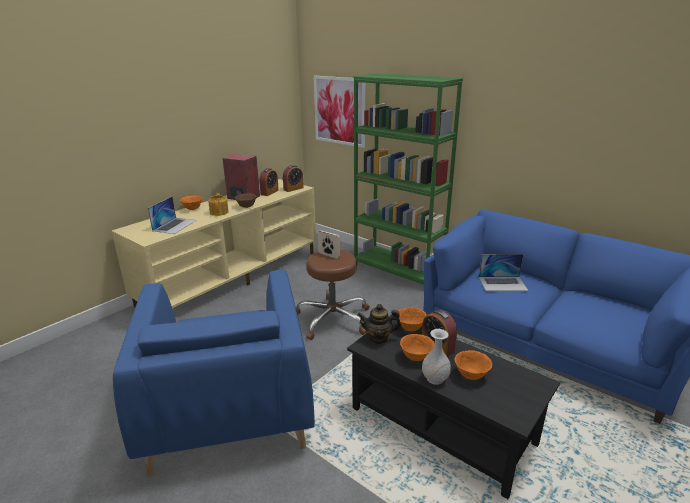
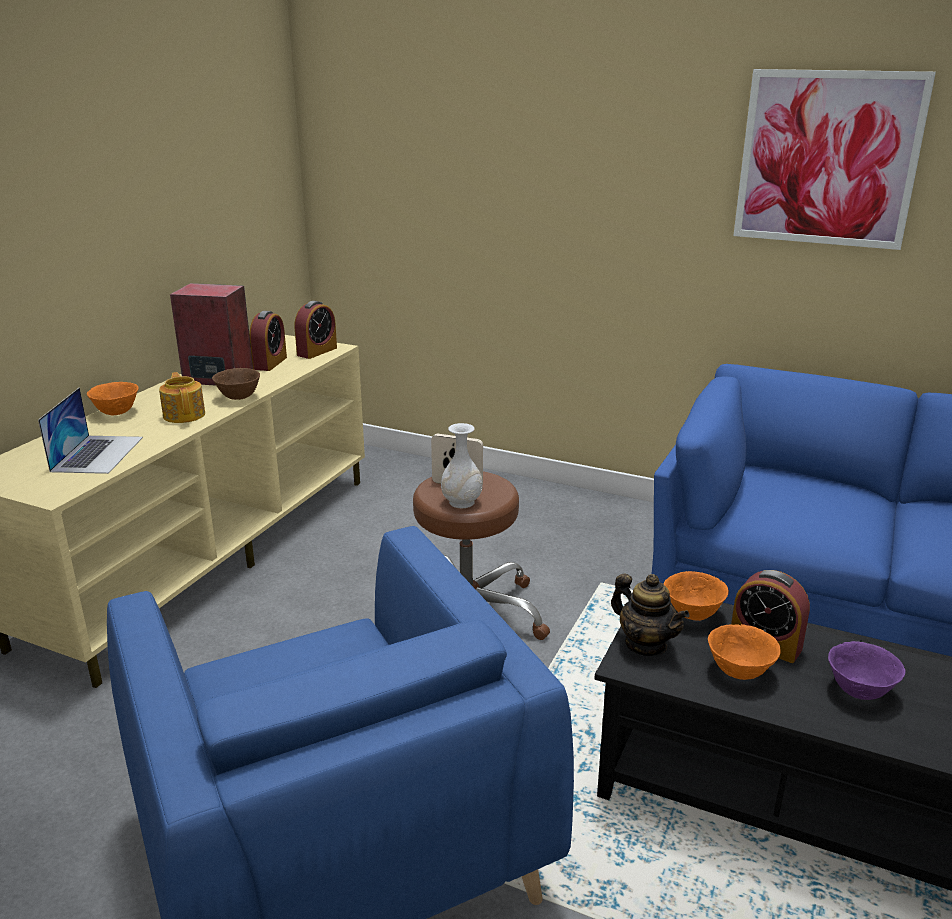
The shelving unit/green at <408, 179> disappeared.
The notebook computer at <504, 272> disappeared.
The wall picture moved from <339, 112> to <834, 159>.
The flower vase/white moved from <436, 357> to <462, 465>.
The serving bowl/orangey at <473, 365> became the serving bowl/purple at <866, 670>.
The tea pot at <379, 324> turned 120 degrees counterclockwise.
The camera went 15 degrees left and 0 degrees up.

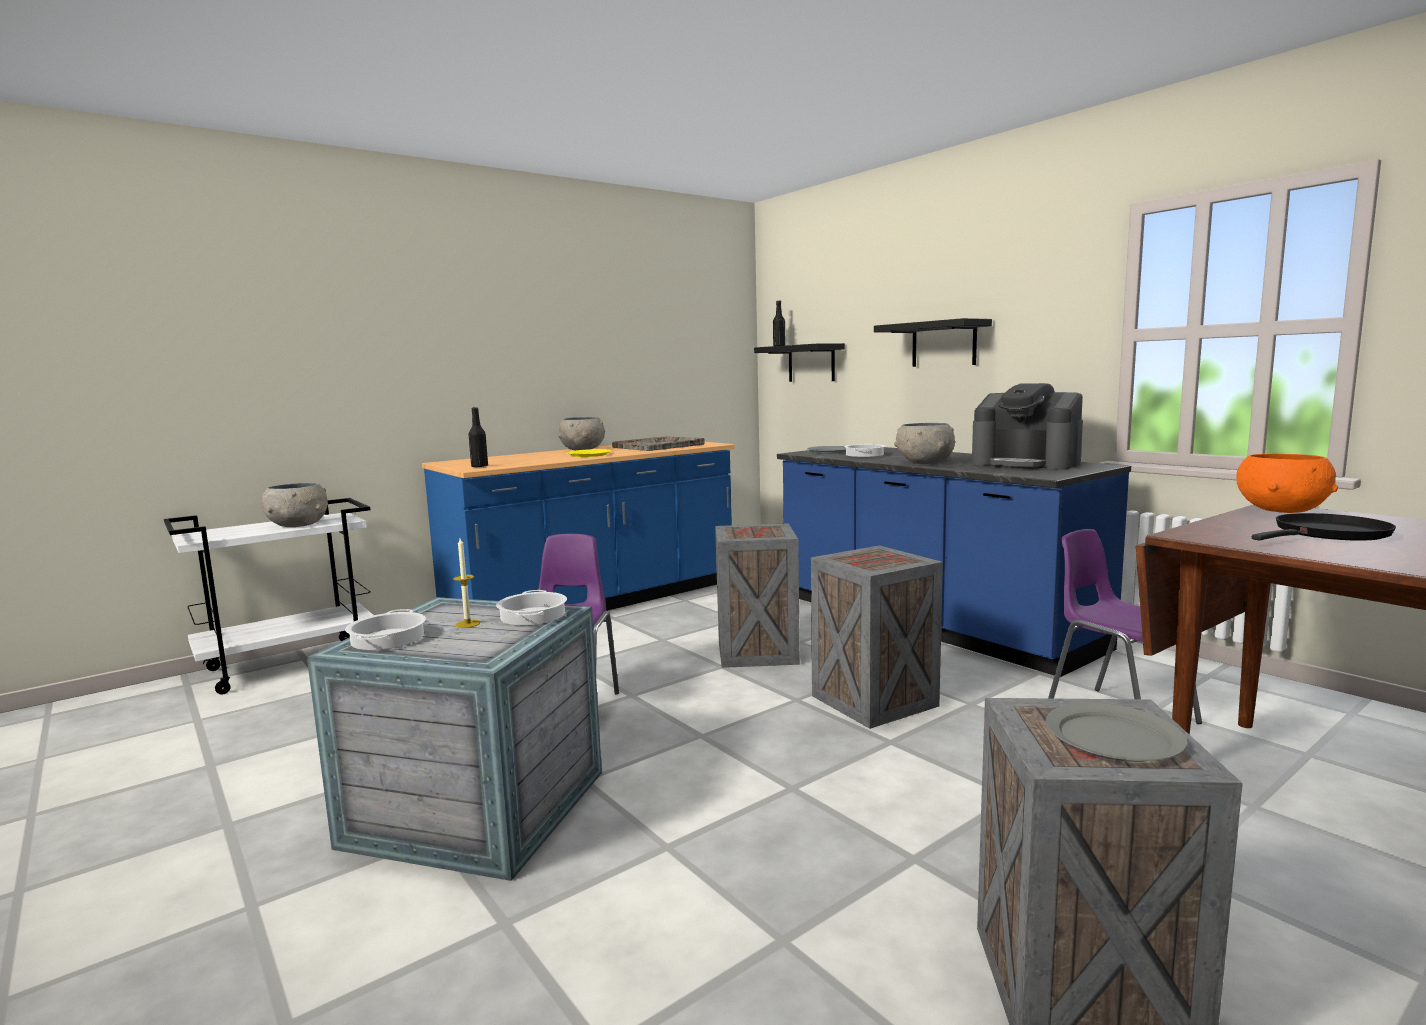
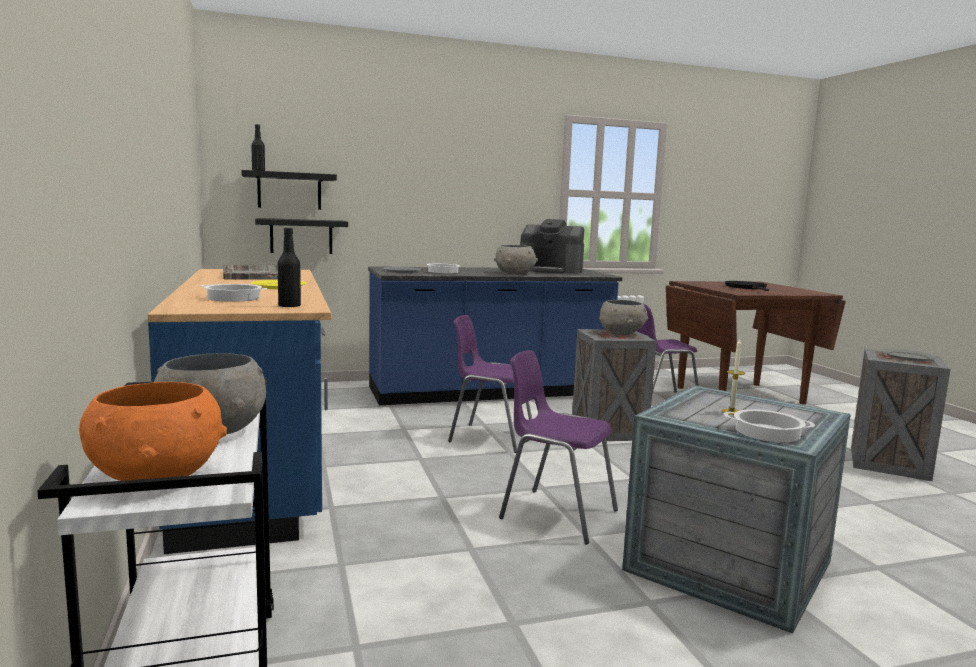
The stockpot moved from <531, 607> to <234, 293>.
The serving bowl/grey moved from <581, 433> to <623, 317>.
The wall shelf/black-coloured moved from <933, 342> to <301, 236>.
The serving bowl/orangey moved from <1287, 483> to <153, 431>.
The packing crate at <757, 595> was replaced by the chair/purple at <490, 384>.
The coffee machine at <1027, 426> turned 45 degrees clockwise.
The camera went 70 degrees left and 0 degrees up.

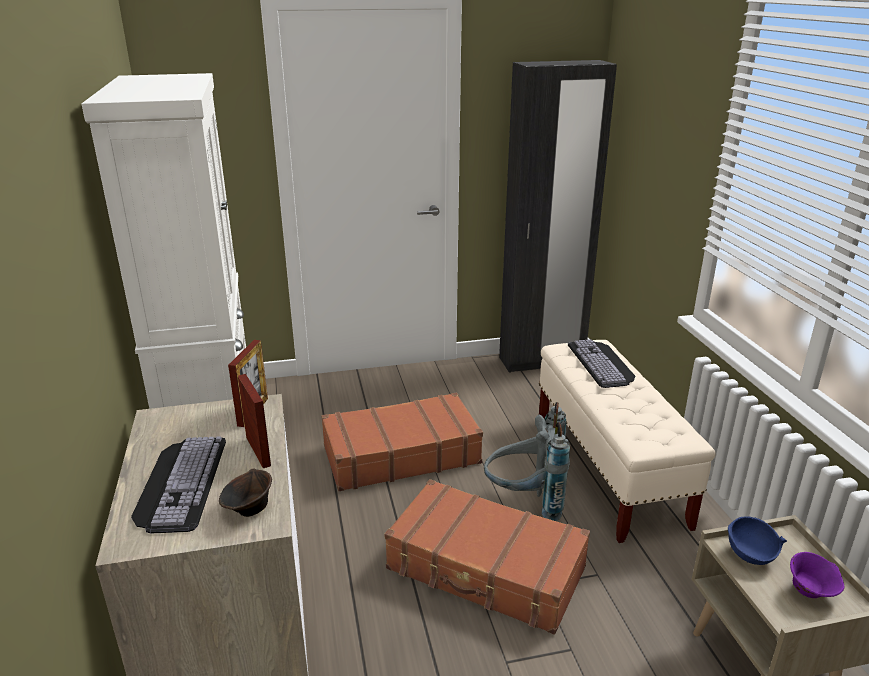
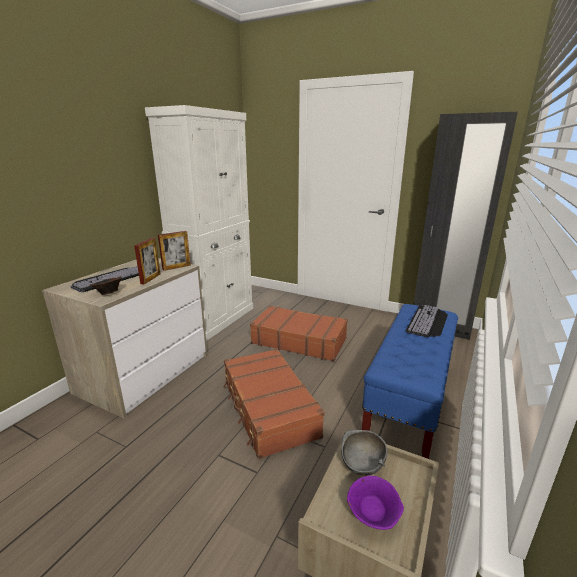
The backpack/grey at <527, 461> disappeared.
The long seat/beige-coloured at <627, 441> became the long seat/bluish at <410, 381>.
The serving bowl/bluish at <757, 540> became the serving bowl/grey at <364, 453>.
The camera went 40 degrees right and 5 degrees down.

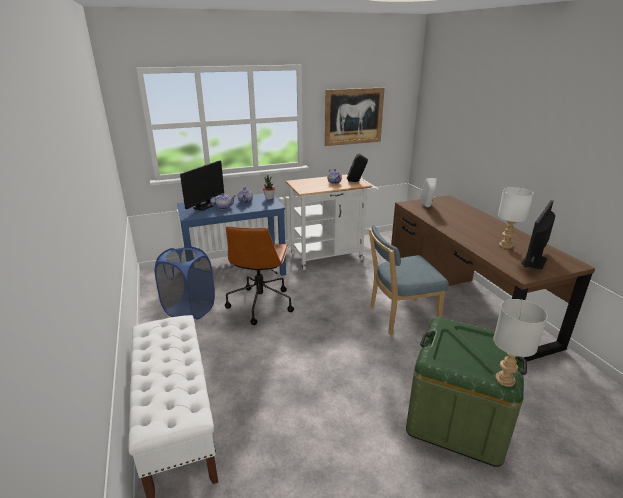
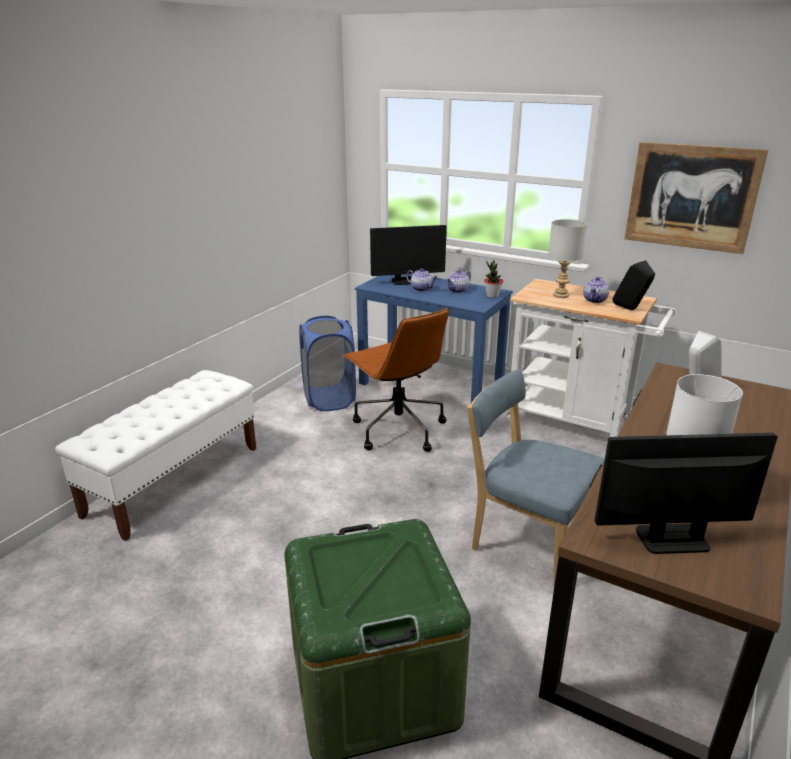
The lamp for a table/grey moved from <520, 343> to <567, 258>.
The desk chair/brown at <259, 275> turned 90 degrees counterclockwise.
The camera went 50 degrees right and 0 degrees up.

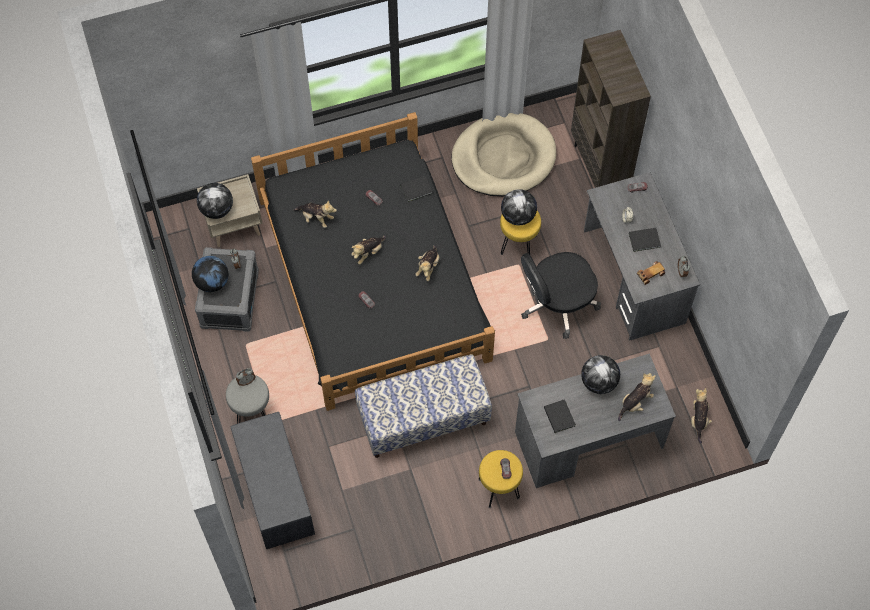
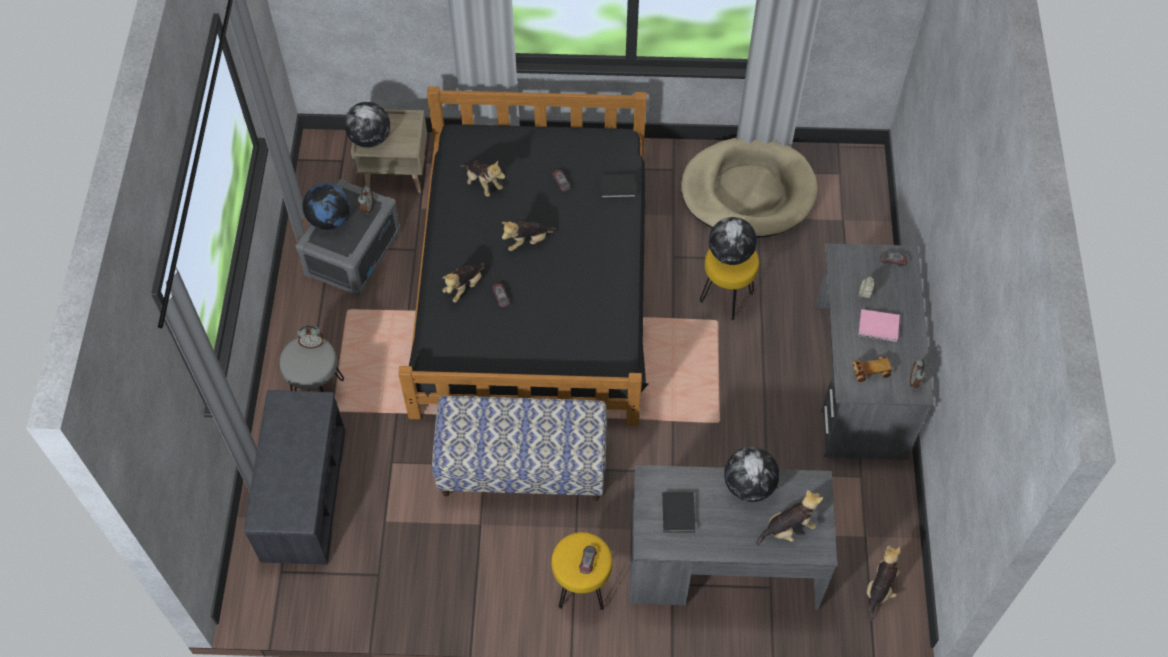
The desk chair/black-coloured at <561, 295> disappeared.
The shelving unit/brown at <611, 109> disappeared.
The plush toy moved from <427, 263> to <463, 282>.
The book/black-coloured at <645, 240> became the book/pink at <879, 325>.
The camera went 20 degrees right and 5 degrees down.

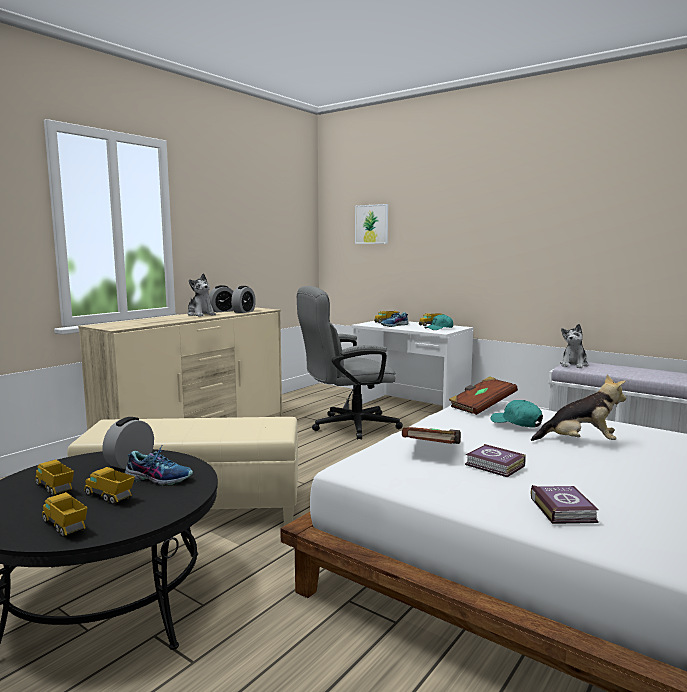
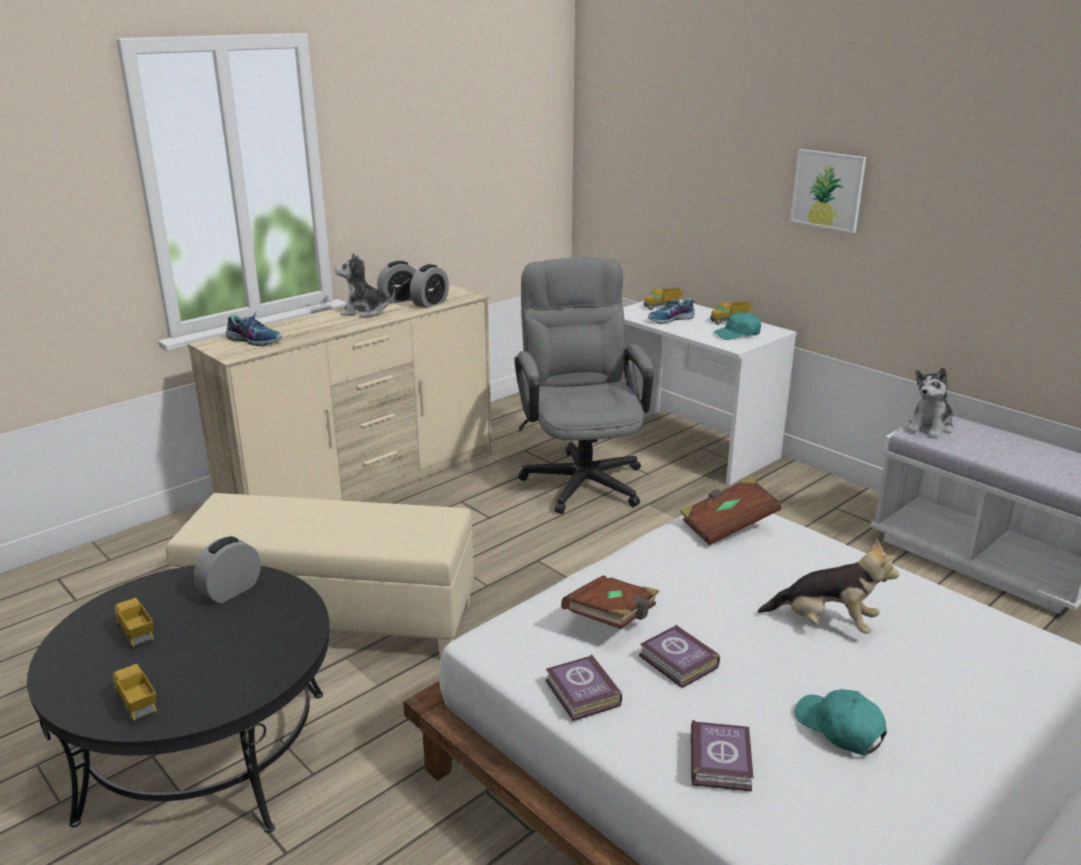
The toy lorry at <109, 486> disappeared.
The book at <584, 687> appeared.
The item of footwear moved from <159, 466> to <254, 328>.
The wall picture moved from <371, 224> to <828, 191>.
The baseball cap/turquoise moved from <517, 414> to <840, 722>.
The plush toy at <201, 295> turned 120 degrees clockwise.
The desk chair/grey at <350, 363> turned 90 degrees clockwise.
The camera went 10 degrees right and 15 degrees up.

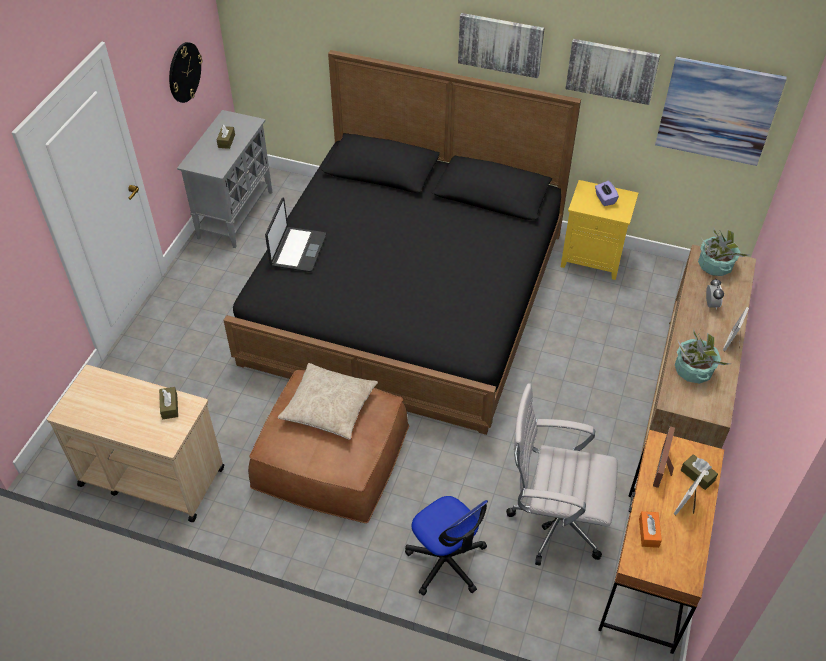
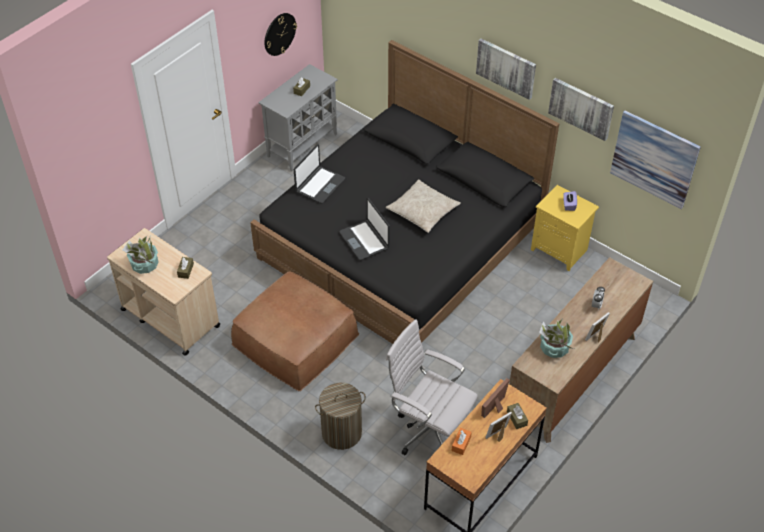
The notebook computer at <364, 229> appeared.
The pillow/beige-coloured moved from <328, 401> to <423, 206>.
The plant in a pot moved from <723, 252> to <140, 255>.
The desk chair at <446, 546> was replaced by the laundry basket at <340, 416>.
The camera went 20 degrees right and 0 degrees up.

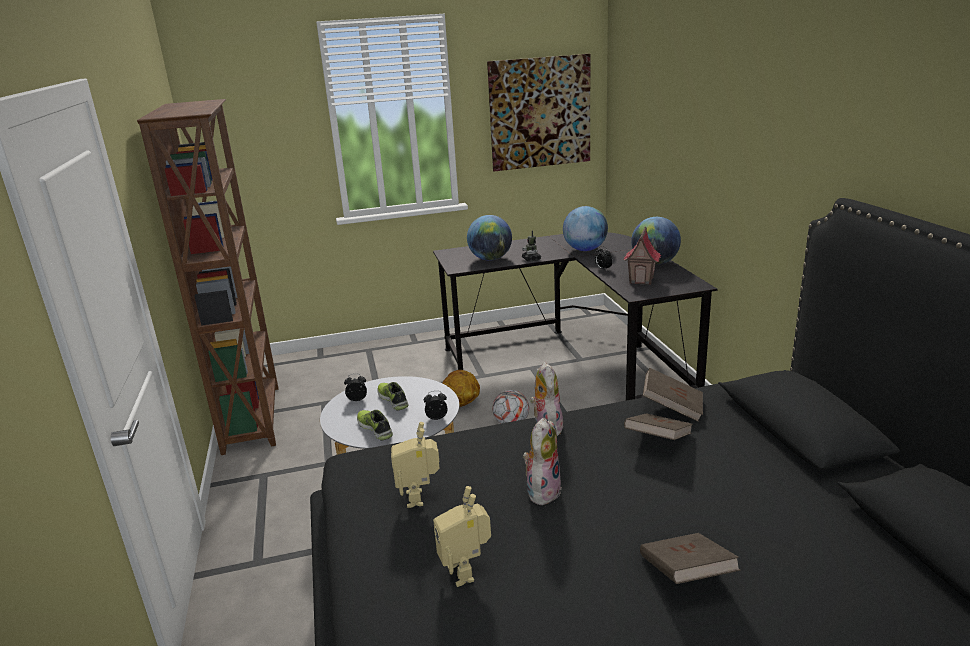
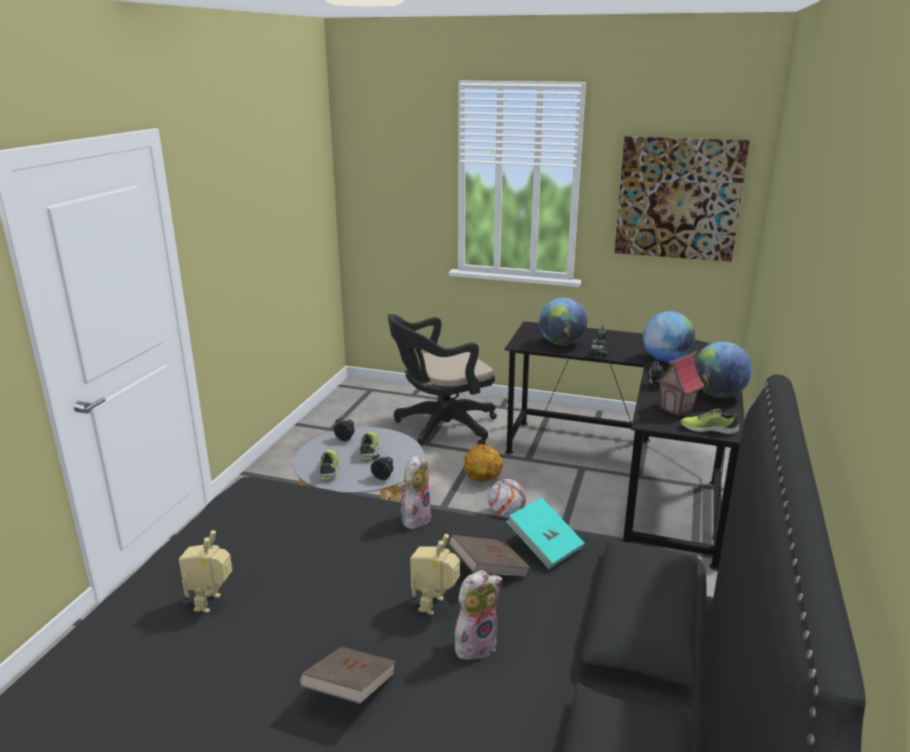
The shelving unit/brown at <208, 277> disappeared.
The desk chair/black-coloured at <442, 380> appeared.
The item of footwear at <710, 421> appeared.
The robot figure moved from <415, 465> to <435, 574>.
The plush toy moved from <542, 461> to <478, 615>.
The book/brown at <673, 395> became the book/turquoise at <545, 533>.
The camera went 30 degrees right and 0 degrees up.

